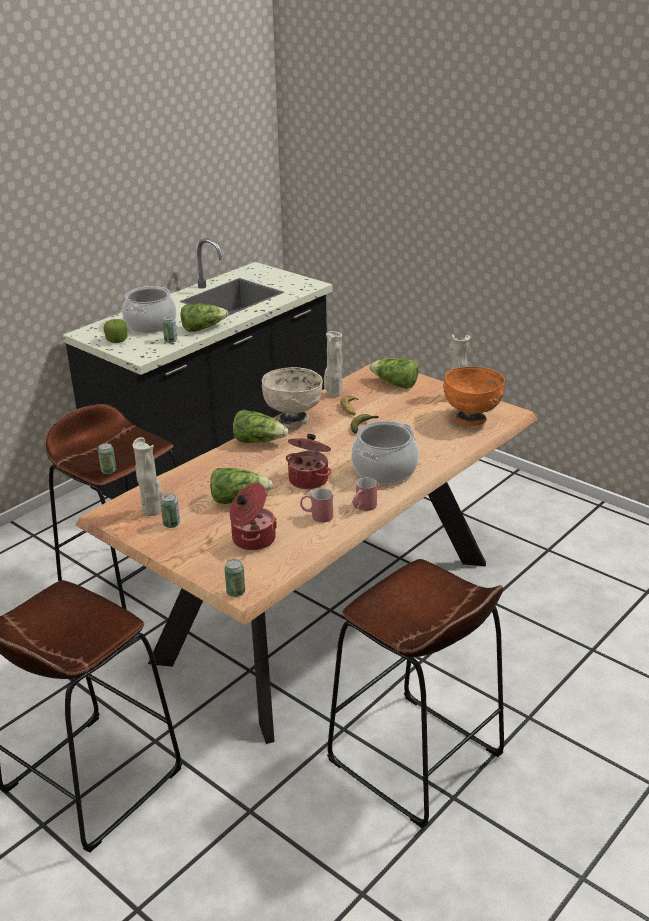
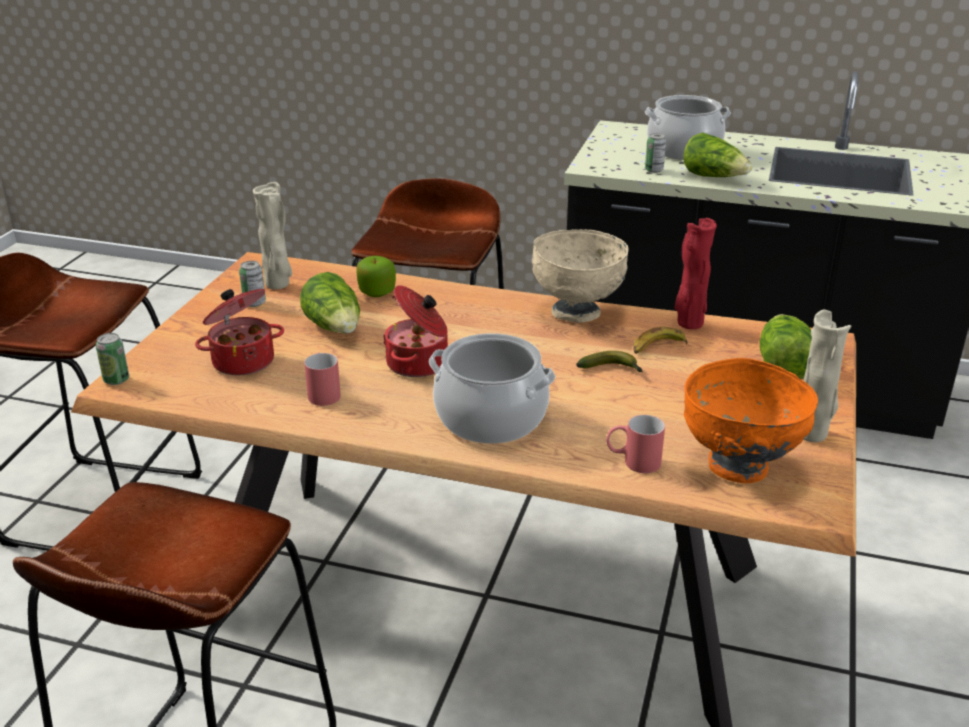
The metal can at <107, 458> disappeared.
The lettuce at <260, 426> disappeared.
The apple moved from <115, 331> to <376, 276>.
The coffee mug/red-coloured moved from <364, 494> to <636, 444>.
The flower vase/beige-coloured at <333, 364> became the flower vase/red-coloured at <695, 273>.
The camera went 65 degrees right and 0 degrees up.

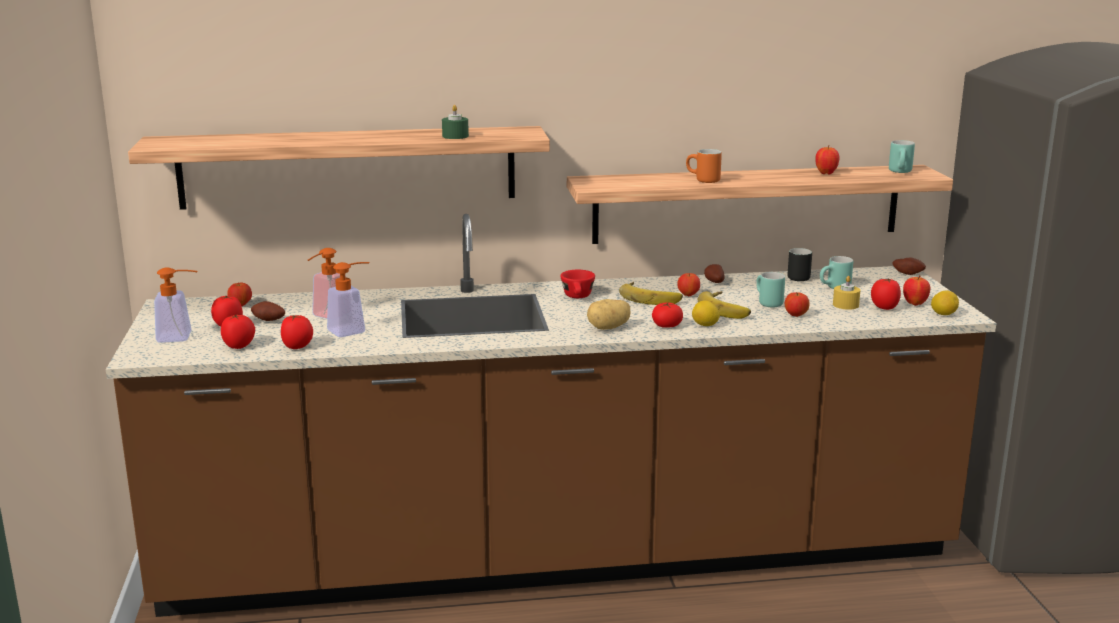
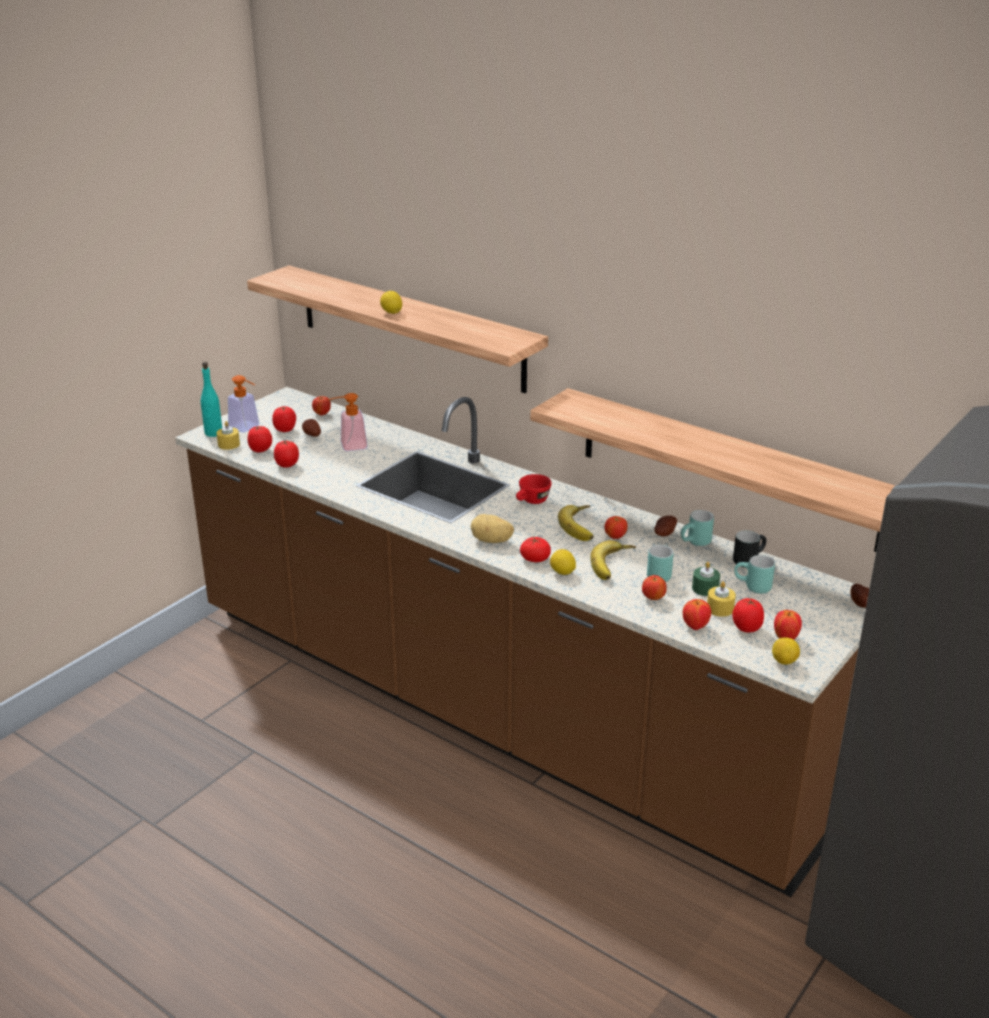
The liquid soap bottle at <348, 299> disappeared.
The coffee mug/orangey at <704, 166> disappeared.
The beverage bottle/turquoise at <211, 399> appeared.
The wax candle/yellowish at <228, 435> appeared.
The whole lemon at <391, 302> appeared.
The wax candle/green moved from <455, 122> to <706, 579>.
The apple moved from <827, 160> to <697, 614>.
The coffee mug/turquoise moved from <902, 156> to <697, 528>.
The camera went 45 degrees right and 10 degrees up.

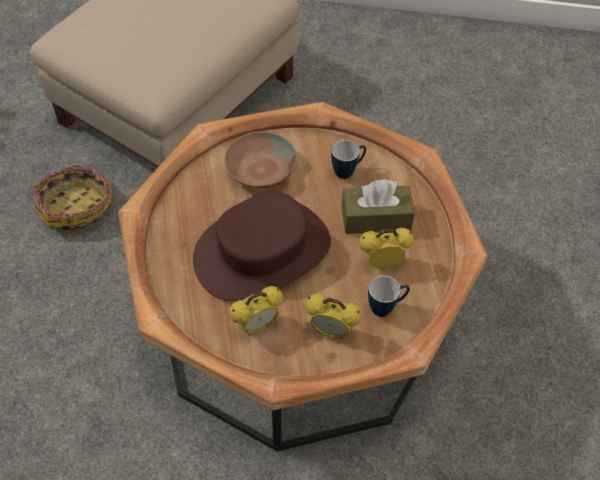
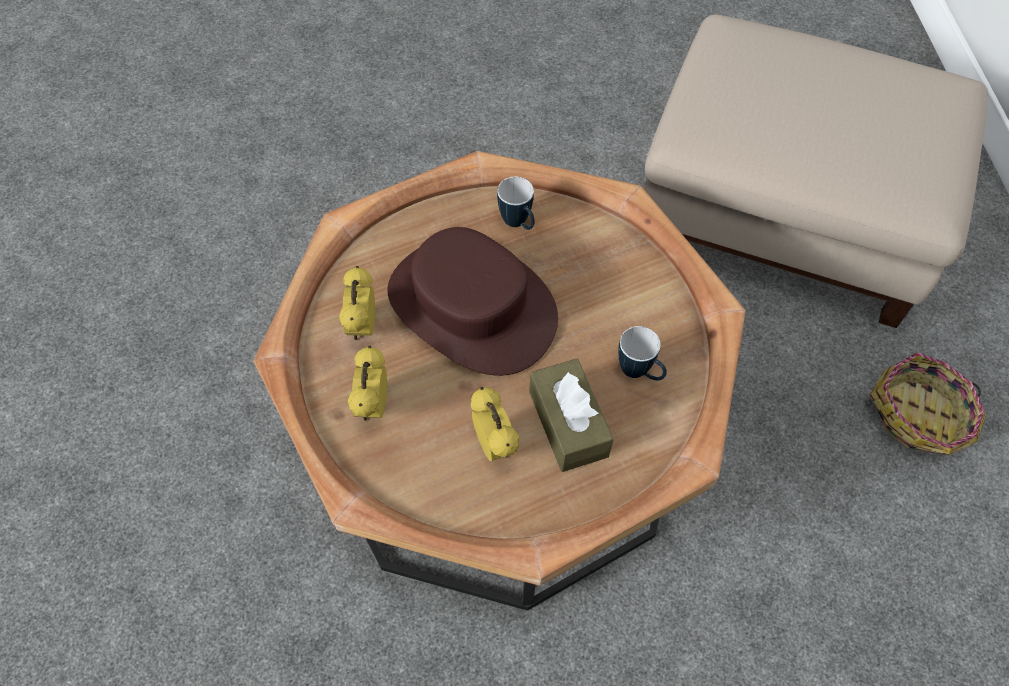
The serving bowl/brown at <260, 160> disappeared.
The storage basket moved from <73, 199> to <928, 403>.
The coffee mug moved from <389, 296> to <516, 203>.
The bedside clock at <256, 311> turned 45 degrees clockwise.
The camera went 75 degrees right and 5 degrees up.

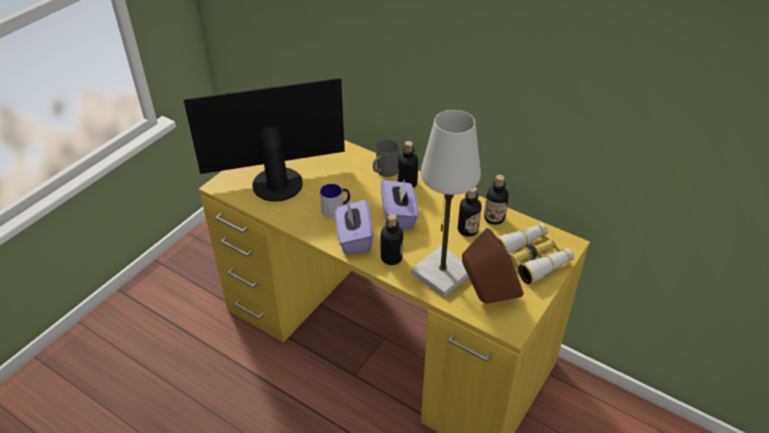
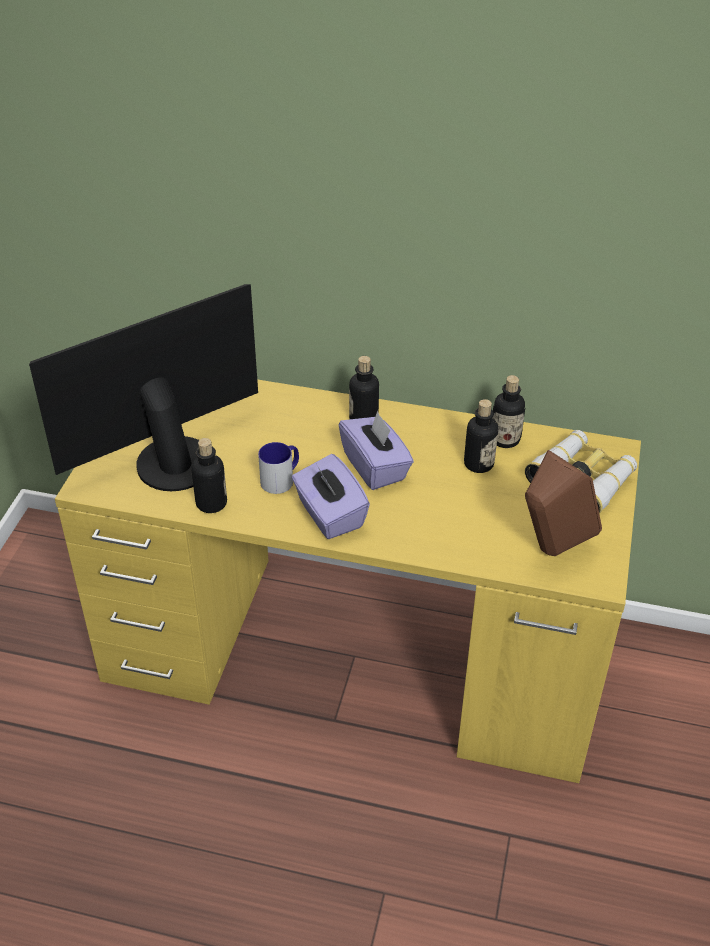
The coffee mug/grey at <386, 158> disappeared.
The lamp for a table/white at <446, 203> disappeared.
The beverage bottle moved from <392, 239> to <209, 475>.
The camera went 20 degrees left and 0 degrees up.

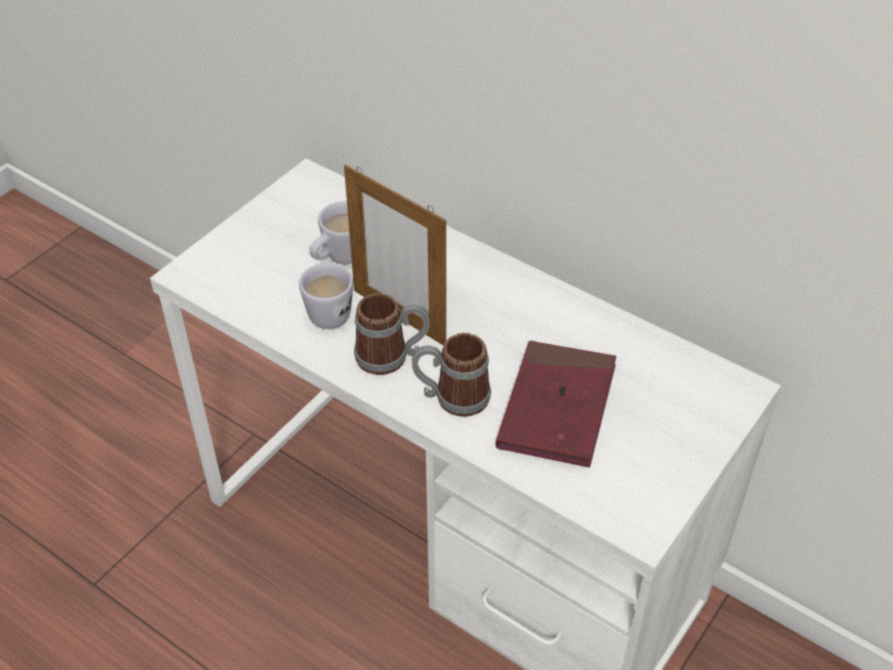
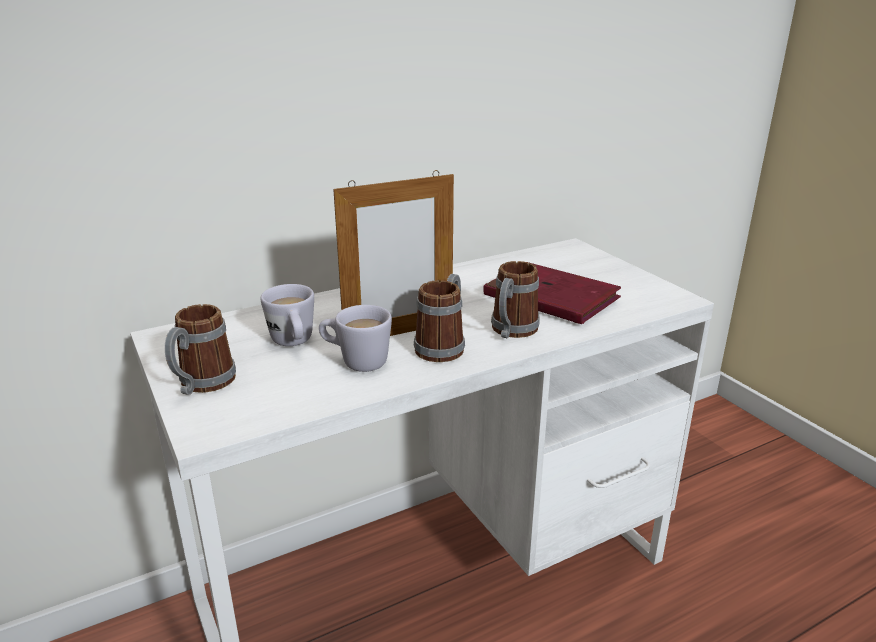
The coffee mug at <200, 349> appeared.
The camera went 65 degrees left and 20 degrees down.

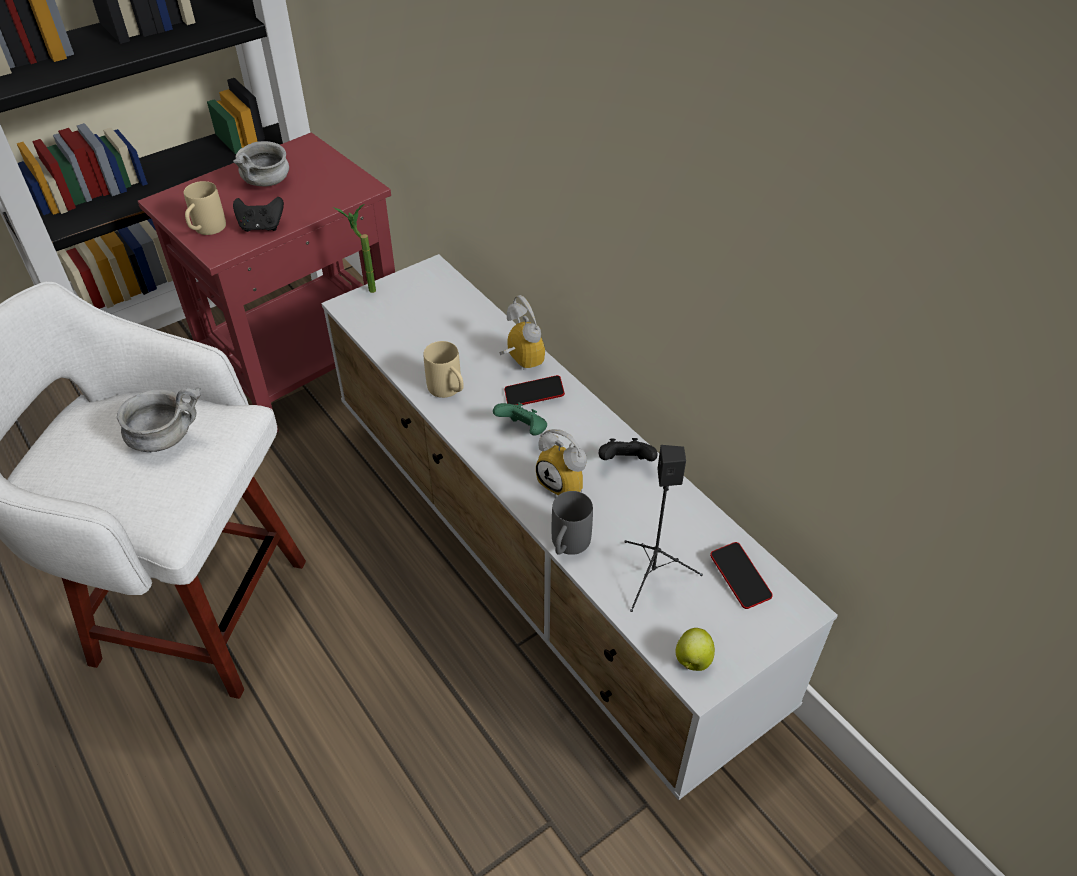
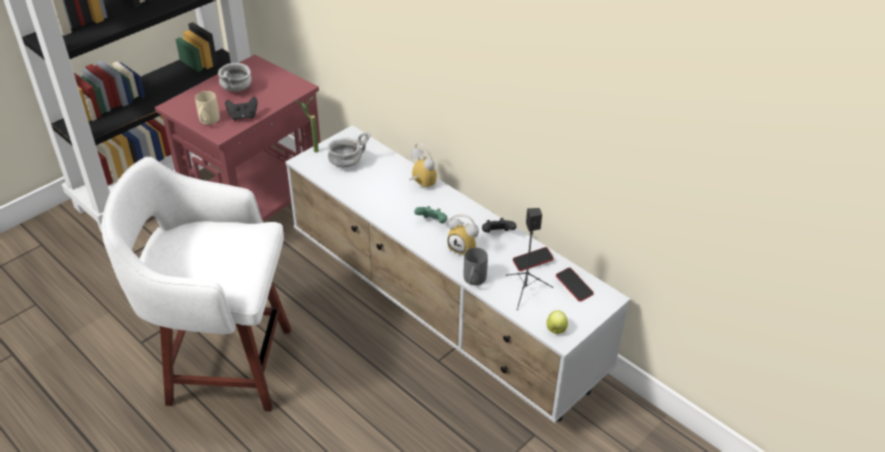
The coffee mug/beige-coloured at <444, 369> disappeared.
The serving bowl/grey moved from <159, 420> to <349, 149>.
The handset moved from <534, 390> to <533, 259>.
The camera went 10 degrees left and 5 degrees down.

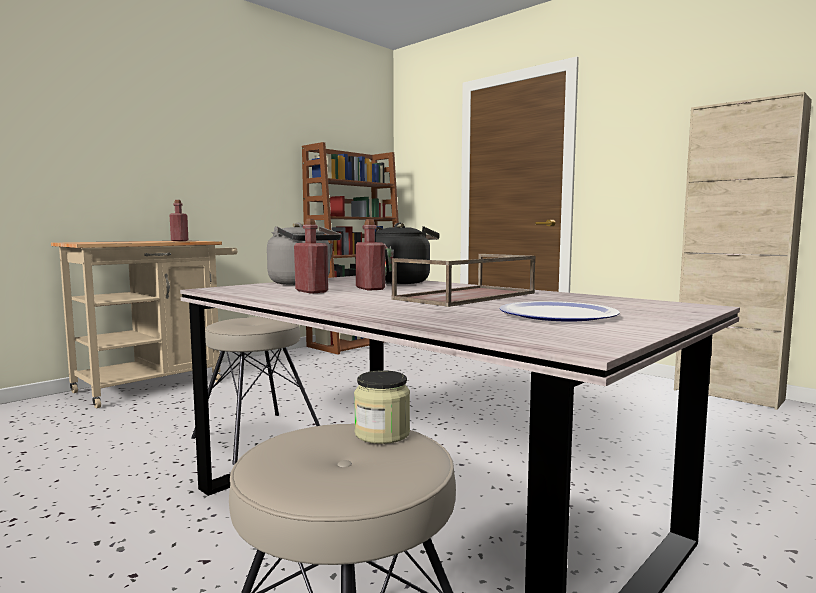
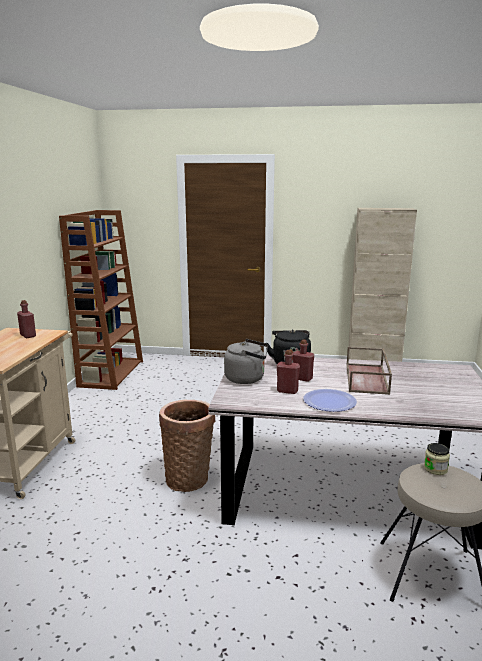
The dinner plate moved from <559, 311> to <330, 400>.
The stool seat/beige-coloured at <255, 391> was replaced by the storage basket at <187, 446>.
The camera went 35 degrees left and 10 degrees up.

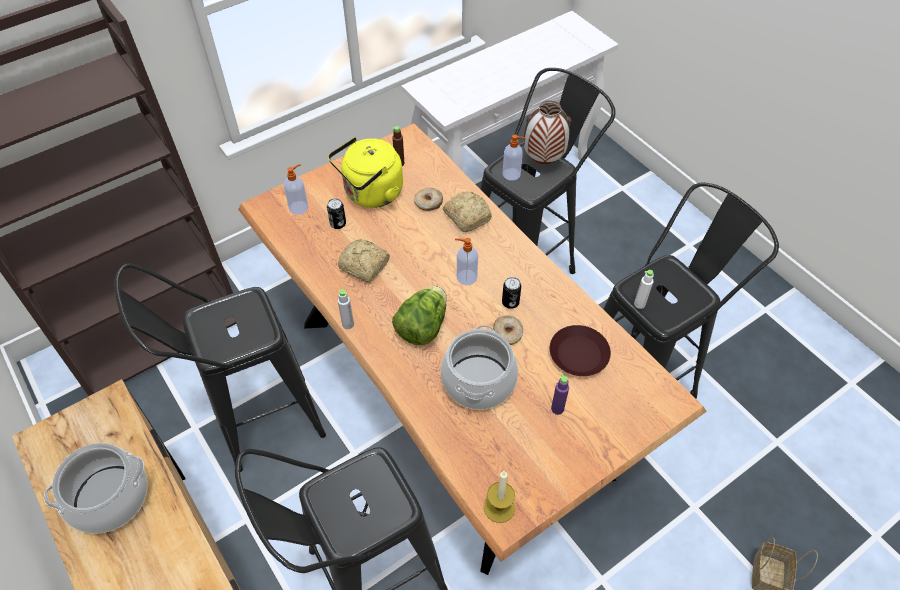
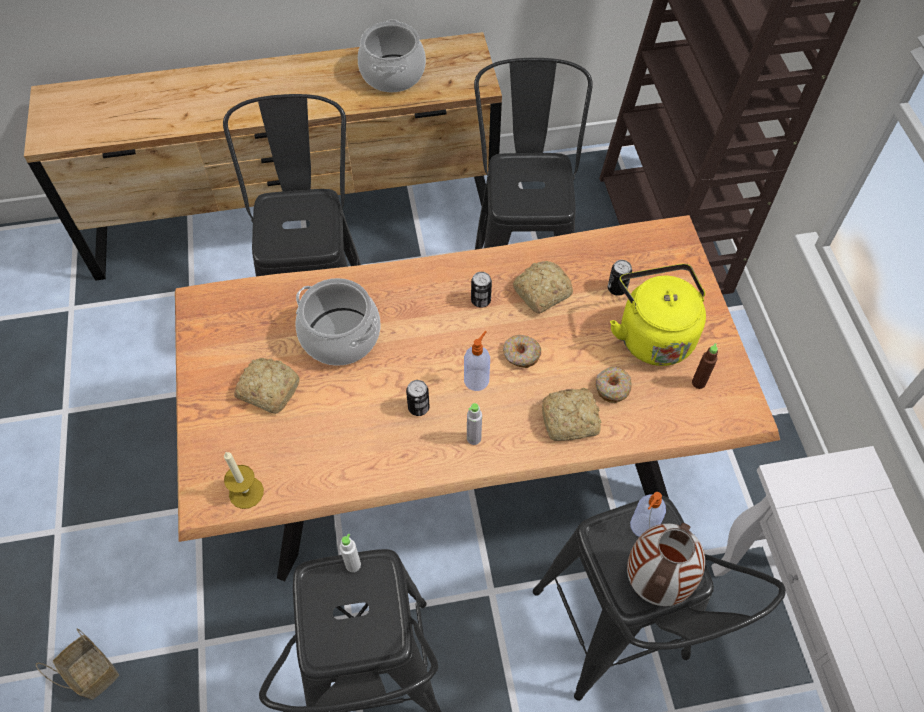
The liquid soap bottle at <296, 189> disappeared.
The lettuce at <419, 315> disappeared.
The dinner plate/brown at <580, 350> disappeared.
The metal can at <481, 290> appeared.
The beverage bottle/grey moved from <346, 309> to <474, 424>.
The wax candle moved from <500, 497> to <244, 480>.
The ring doughnut moved from <508, 330> to <522, 351>.
The beverage bottle/purple at <560, 394> was replaced by the baked bread at <266, 386>.
The camera went 115 degrees right and 5 degrees up.

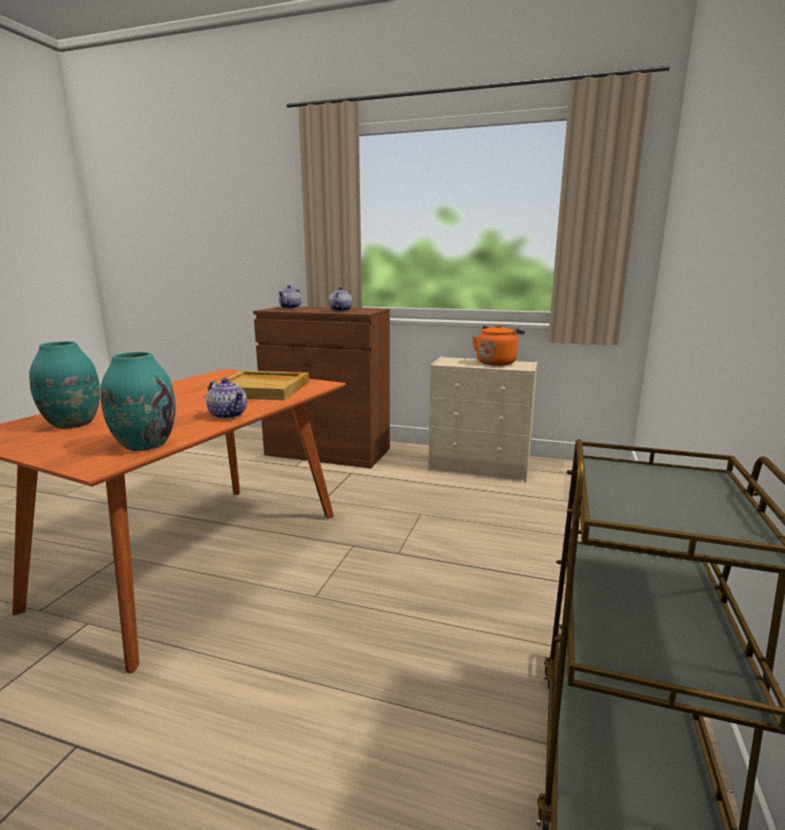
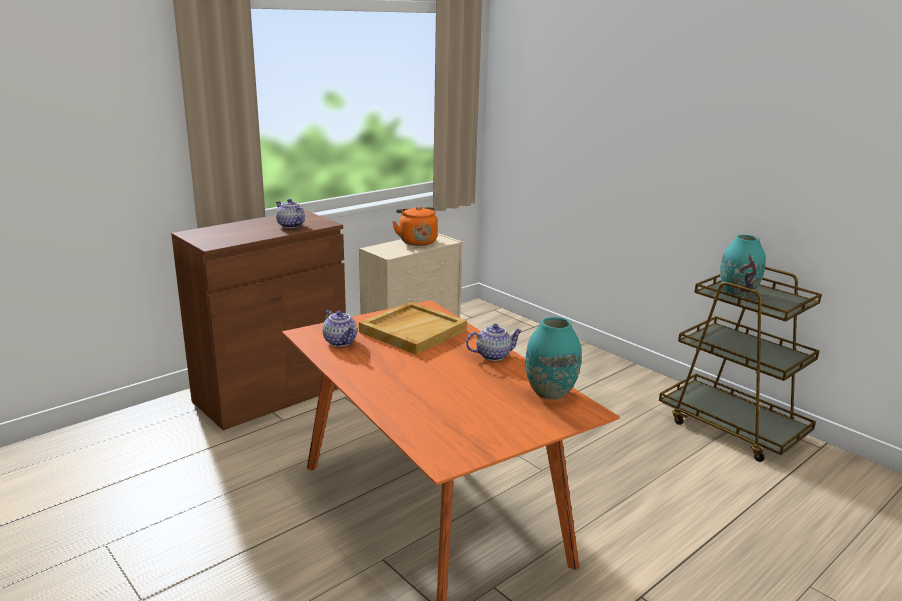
The flower vase/turquoise moved from <64, 385> to <743, 266>.
The tea pot moved from <289, 297> to <339, 328>.
The camera went 60 degrees left and 5 degrees up.

